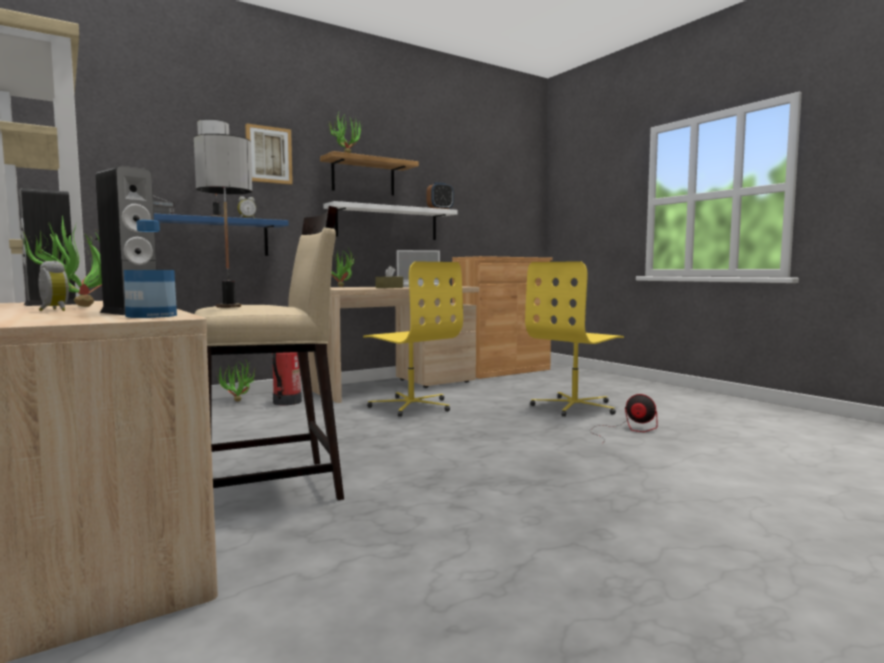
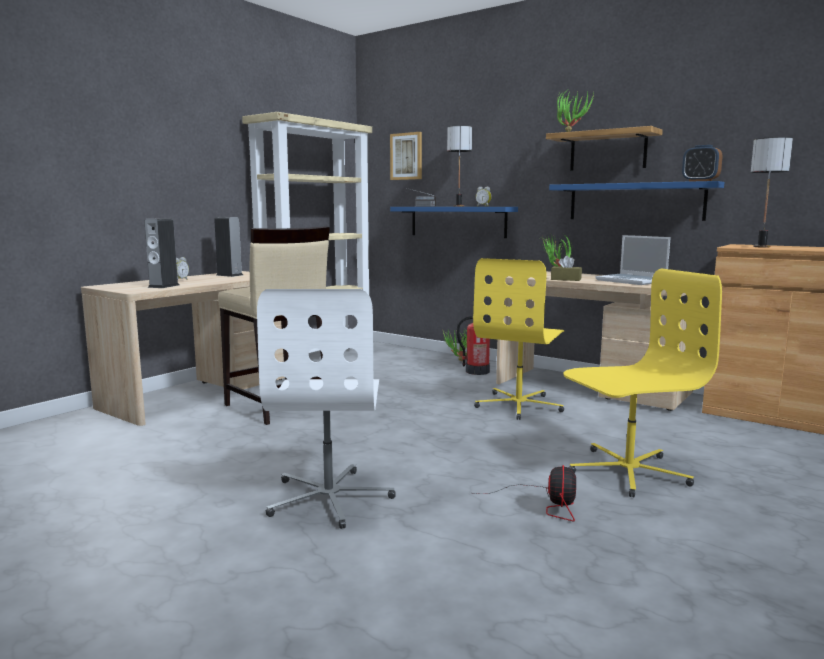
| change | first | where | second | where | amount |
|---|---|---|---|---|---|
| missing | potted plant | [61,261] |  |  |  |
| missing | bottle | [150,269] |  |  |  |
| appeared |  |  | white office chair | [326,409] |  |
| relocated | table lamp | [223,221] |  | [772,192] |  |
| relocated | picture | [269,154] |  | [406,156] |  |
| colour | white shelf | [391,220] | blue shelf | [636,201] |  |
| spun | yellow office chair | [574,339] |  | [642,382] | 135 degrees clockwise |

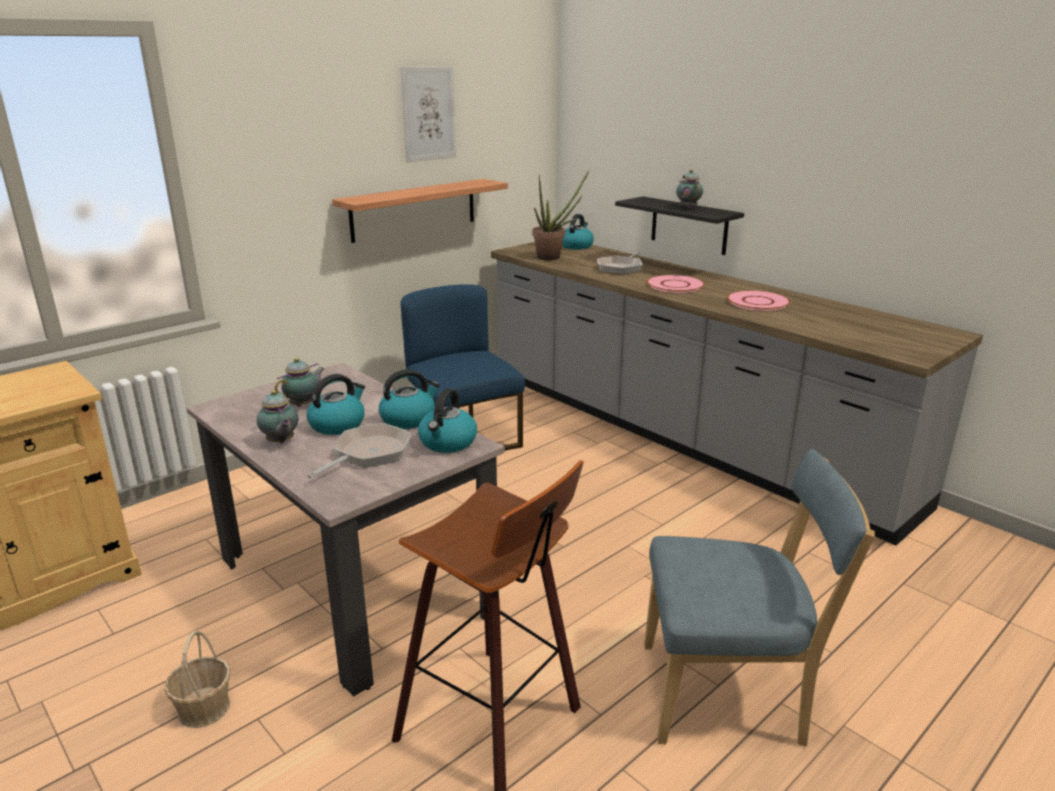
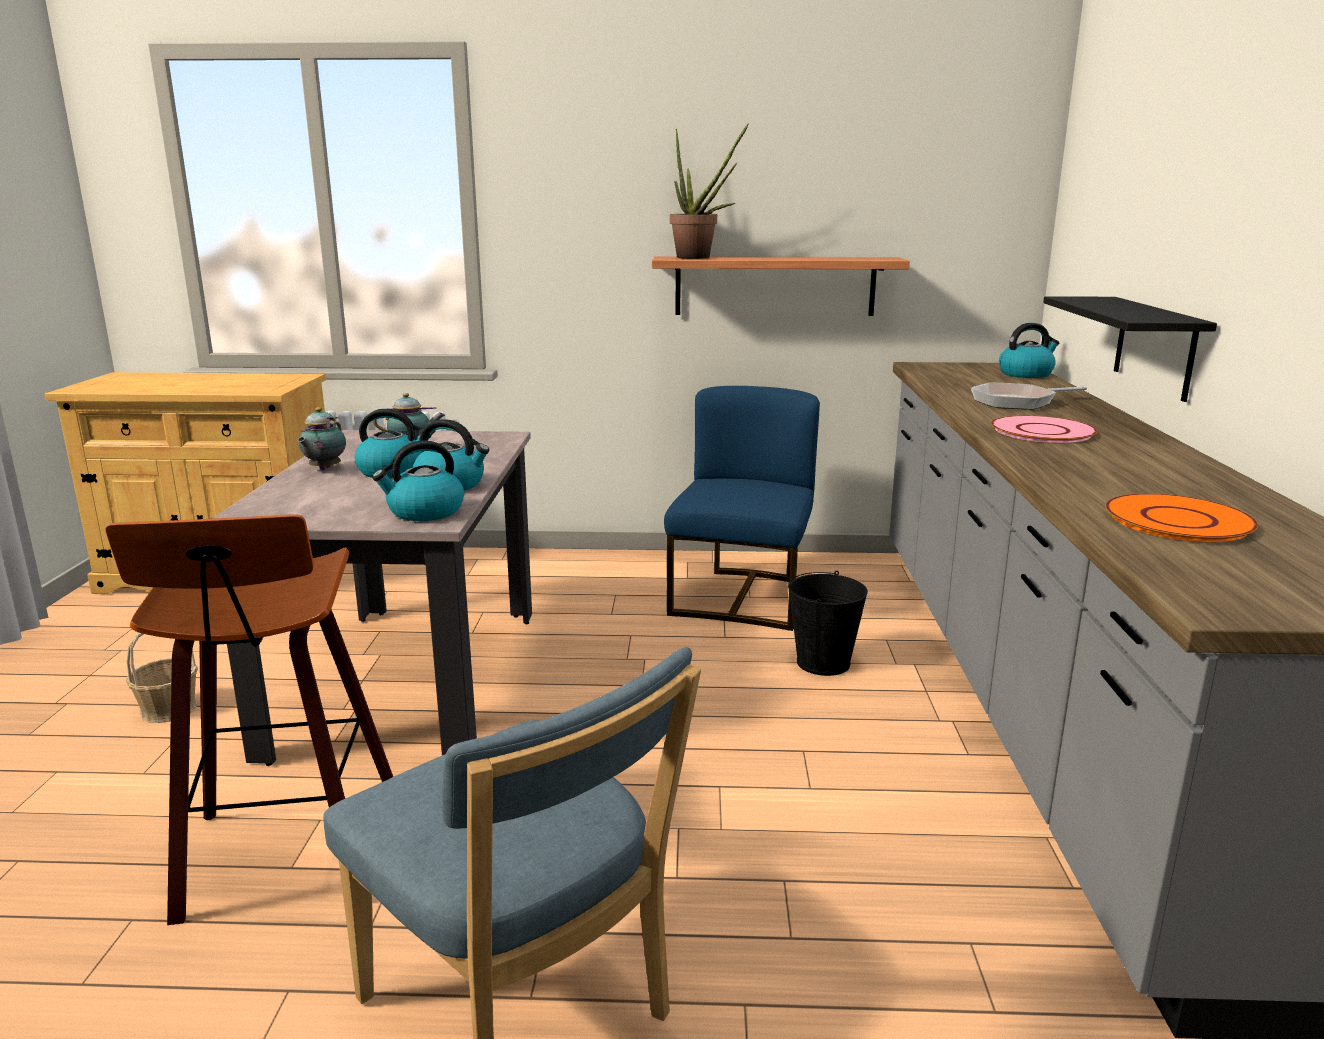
| change | first | where | second | where | amount |
|---|---|---|---|---|---|
| missing | frying pan | [359,450] |  |  |  |
| missing | picture | [428,114] |  |  |  |
| missing | teapot | [689,189] |  |  |  |
| missing | pink plate | [758,300] |  |  |  |
| appeared |  |  | black bucket | [828,623] |  |
| appeared |  |  | orange plate | [1182,517] |  |
| relocated | potted plant | [561,214] |  | [709,191] |  |

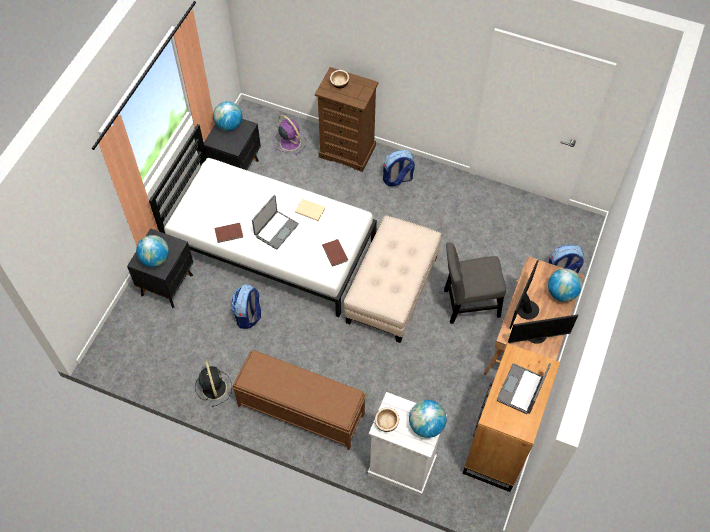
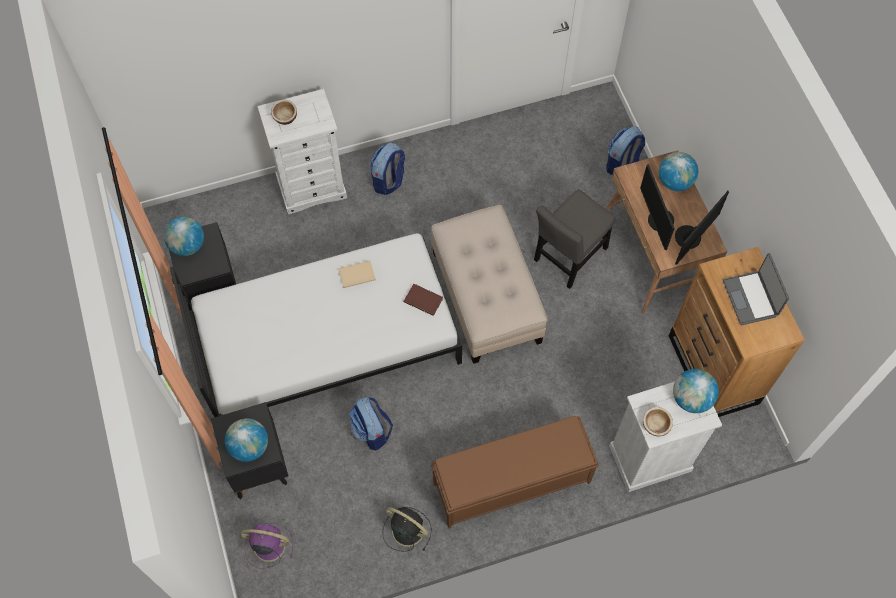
| change | first | where | second | where | amount |
|---|---|---|---|---|---|
| missing | brown book | [228,233] |  |  |  |
| missing | laptop | [275,222] |  |  |  |
| relocated | purple fan | [289,135] |  | [267,546] |  |
| colour | brown dresser | [347,119] | white dresser | [302,151] |  |

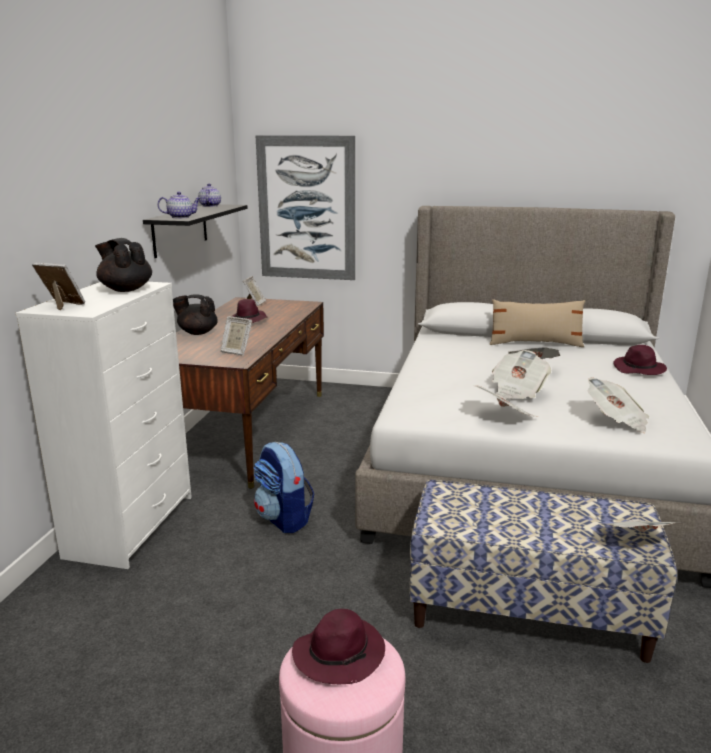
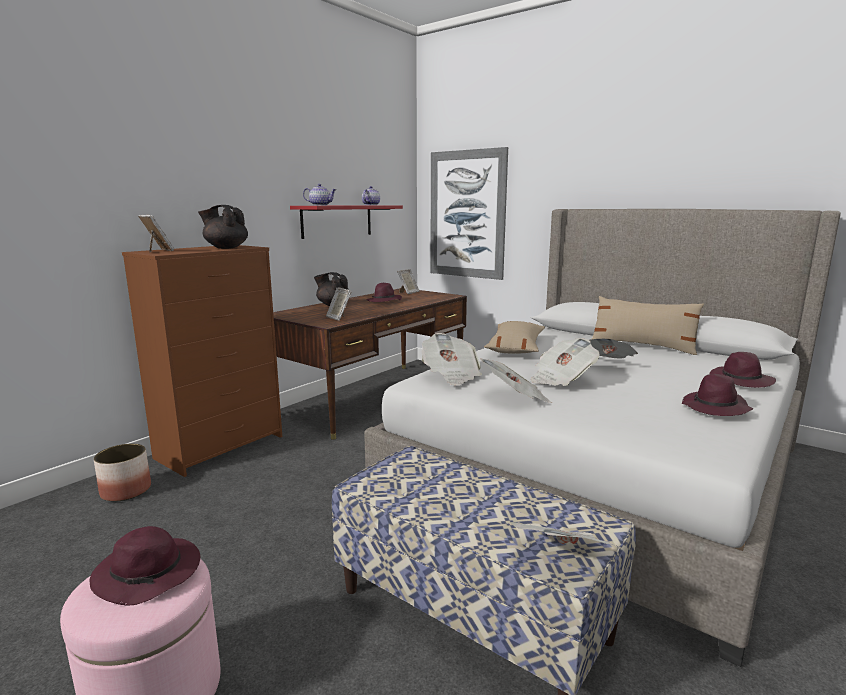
| change | first | where | second | where | amount |
|---|---|---|---|---|---|
| missing | backpack | [284,487] |  |  |  |
| appeared |  |  | planter | [122,473] |  |
| appeared |  |  | beige pillow | [514,337] |  |
| appeared |  |  | purple hat | [717,395] |  |
| relocated | newspaper | [618,405] |  | [451,359] |  |
| colour | white dresser | [104,425] | brown dresser | [202,361] |  |
| colour | black shelf | [195,231] | red shelf | [346,222] |  |
| spun | black teapot | [123,265] |  | [223,227] | 45 degrees counterclockwise |

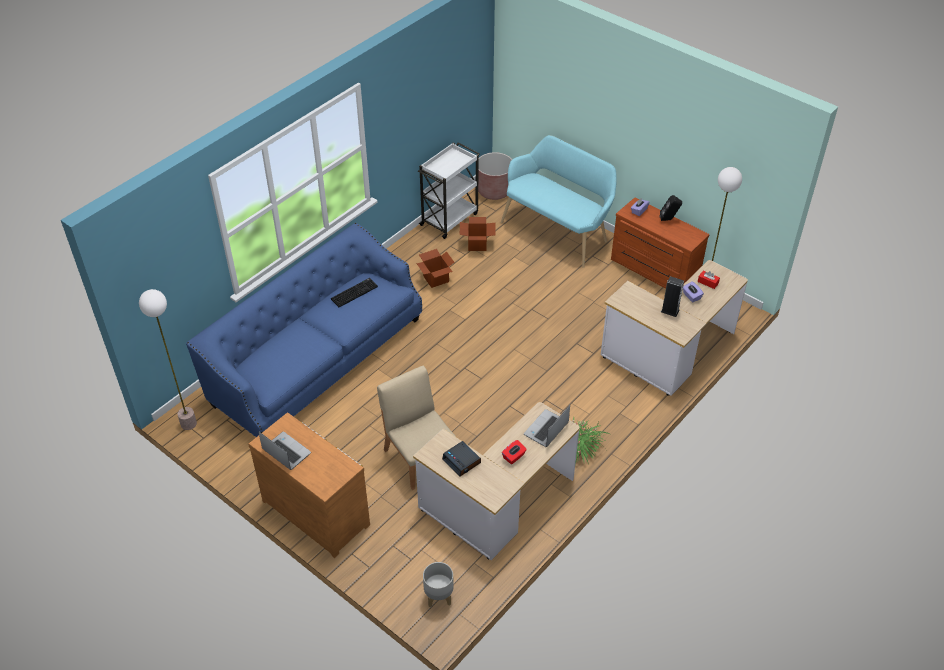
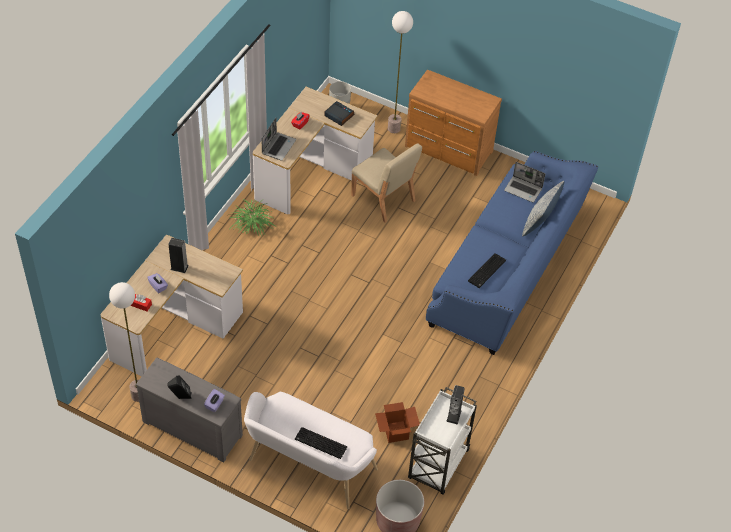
| change | first | where | second | where | amount |
|---|---|---|---|---|---|
| missing | cardboard box | [435,268] |  |  |  |
| appeared |  |  | keyboard | [321,443] |  |
| appeared |  |  | speaker | [455,405] |  |
| appeared |  |  | pillow | [543,208] |  |
| relocated | floor lamp | [168,359] |  | [400,72] |  |
| relocated | laptop | [285,451] |  | [524,182] |  |
| colour | turquoise bench | [559,201] | white bench | [311,450] |  |
| colour | brown dresser | [660,243] | grey dresser | [189,410] |  |

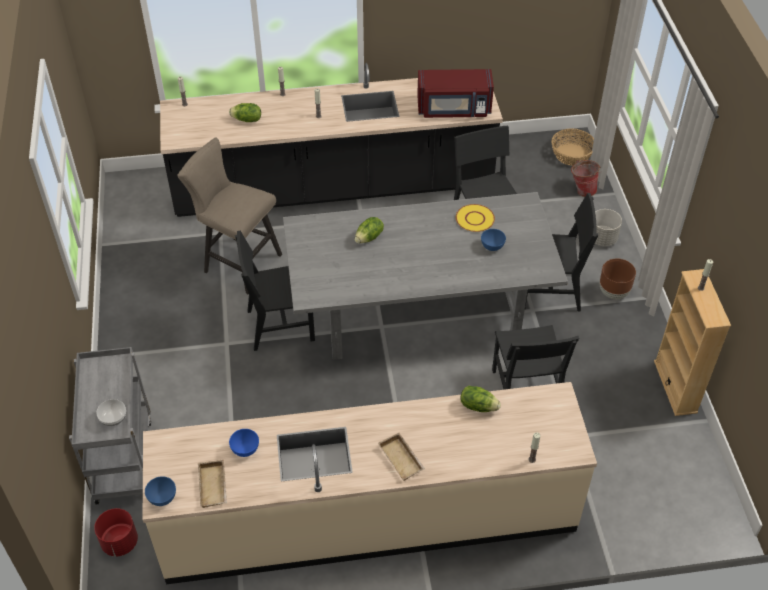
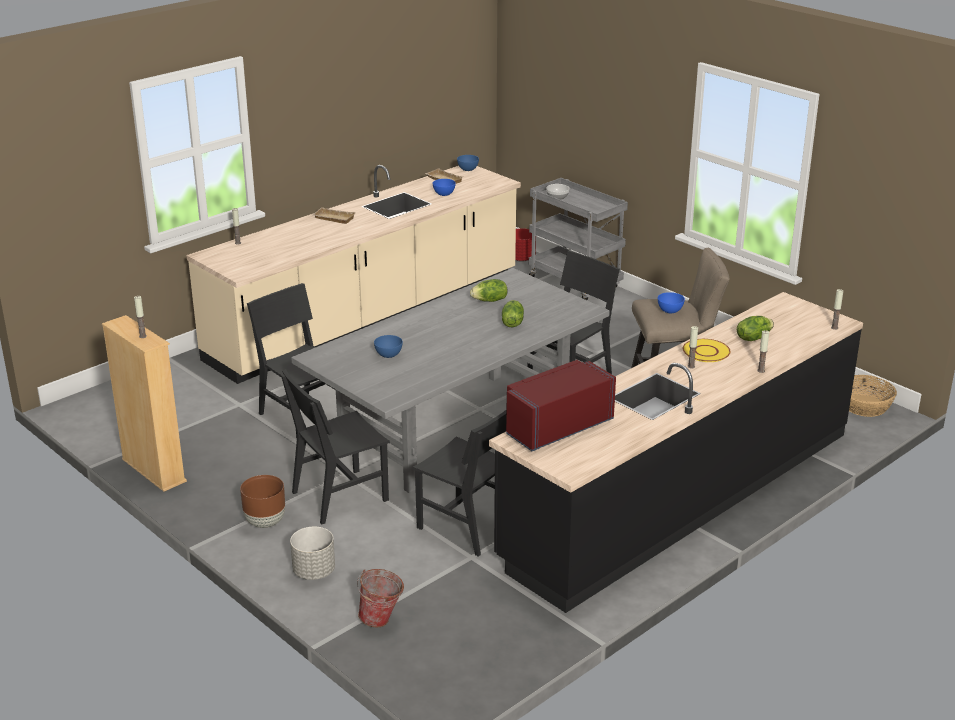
| change | first | where | second | where | amount |
|---|---|---|---|---|---|
| appeared |  |  | blue bowl | [671,302] |  |
| relocated | yellow plate | [475,218] |  | [707,350] |  |
| relocated | lettuce | [480,399] |  | [489,290] |  |
| relocated | basket | [573,147] |  | [873,396] |  |

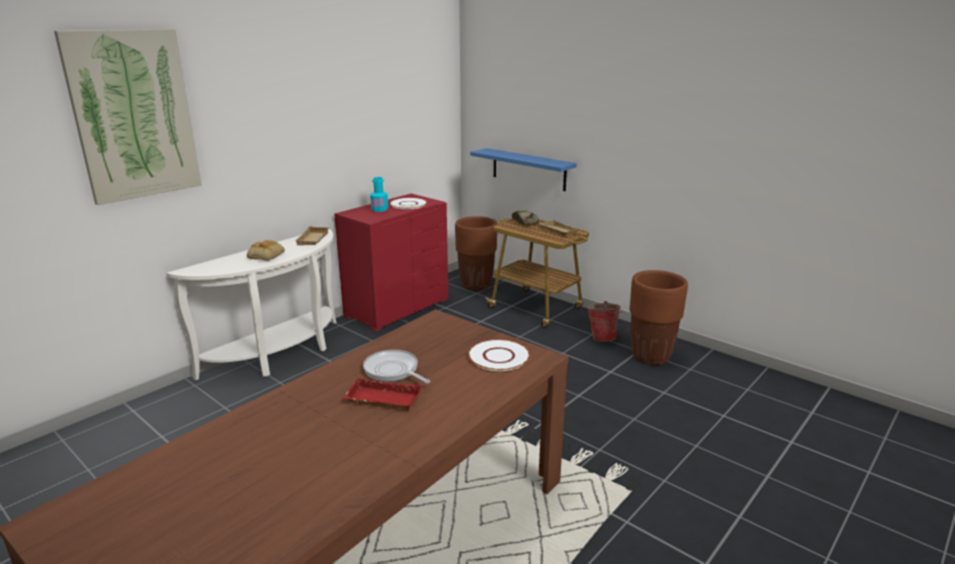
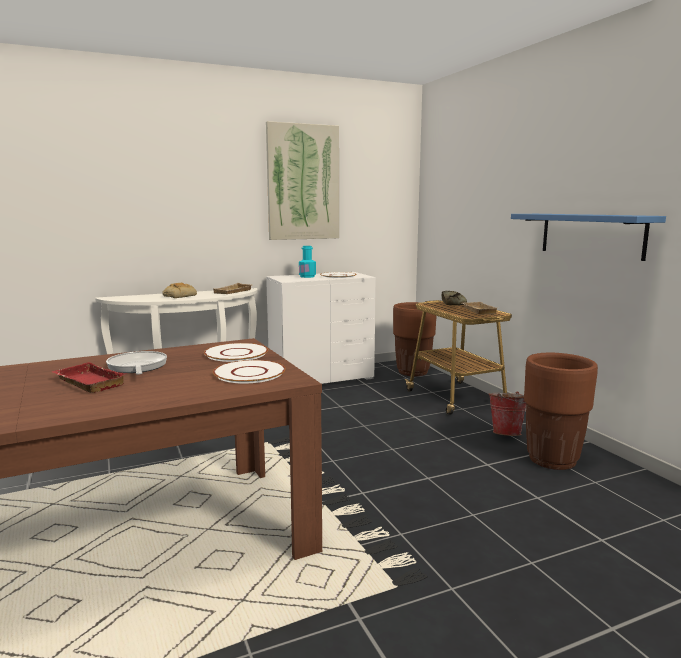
| change | first | where | second | where | amount |
|---|---|---|---|---|---|
| appeared |  |  | white plate | [236,352] |  |
| relocated | picture | [128,117] |  | [302,180] |  |
| relocated | blue shelf | [523,169] |  | [588,237] |  |
| colour | red dresser | [391,262] | white dresser | [321,328] |  |

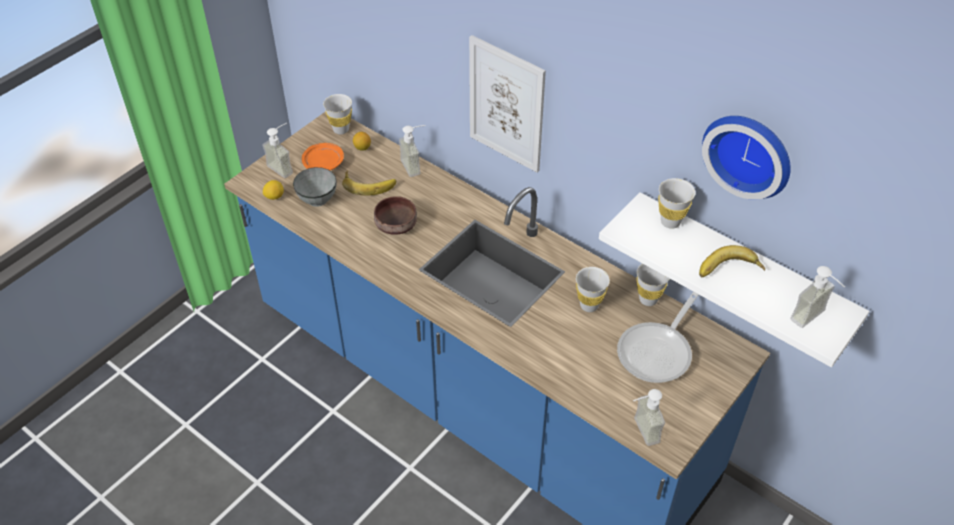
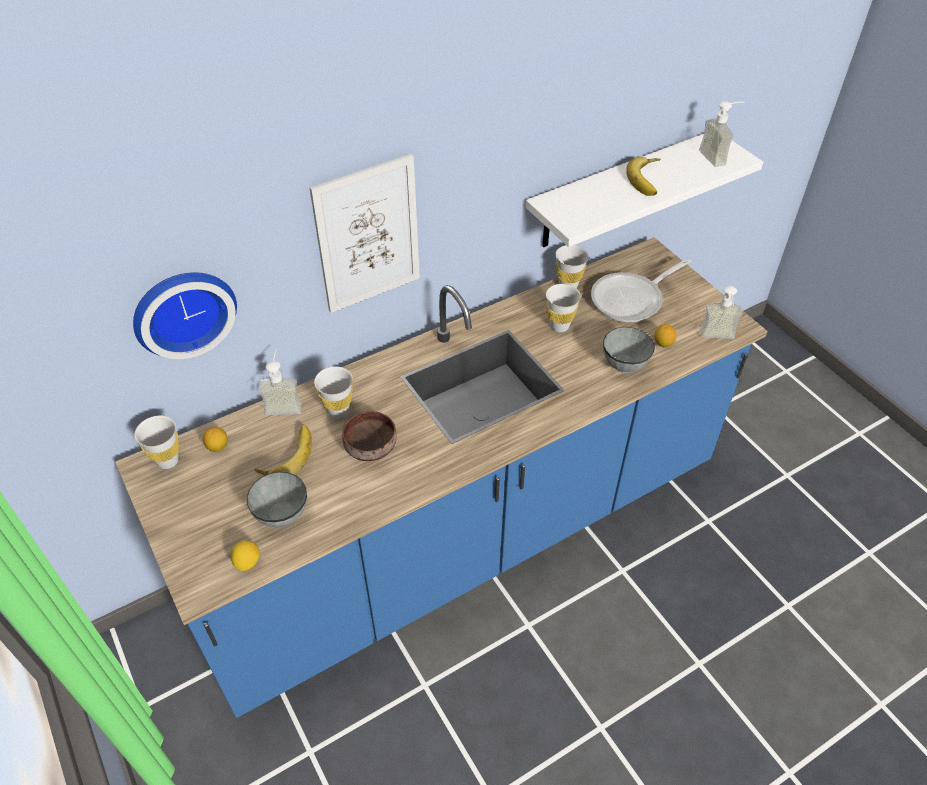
| change | first | where | second | where | amount |
|---|---|---|---|---|---|
| missing | soap dispenser | [277,150] |  |  |  |
| missing | orange plate | [323,156] |  |  |  |
| appeared |  |  | grey bowl | [629,350] |  |
| appeared |  |  | lemon | [665,335] |  |
| relocated | white cup | [676,203] |  | [333,392] |  |
| relocated | wall clock | [746,158] |  | [185,315] |  |
| spun | frying pan | [658,337] |  | [641,290] | 90 degrees clockwise |

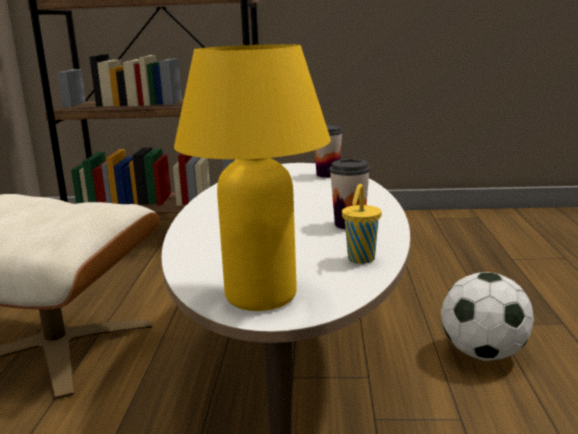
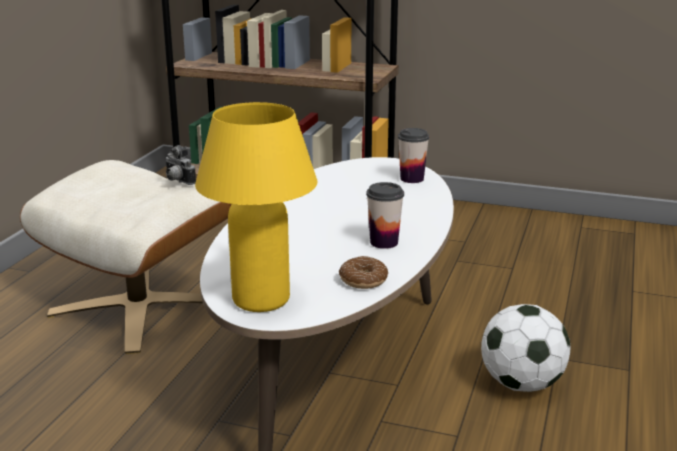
| change | first | where | second | where | amount |
|---|---|---|---|---|---|
| appeared |  |  | photo camera | [180,165] |  |
| exchanged | yellow cup | [362,224] | donut | [363,272] |  |

